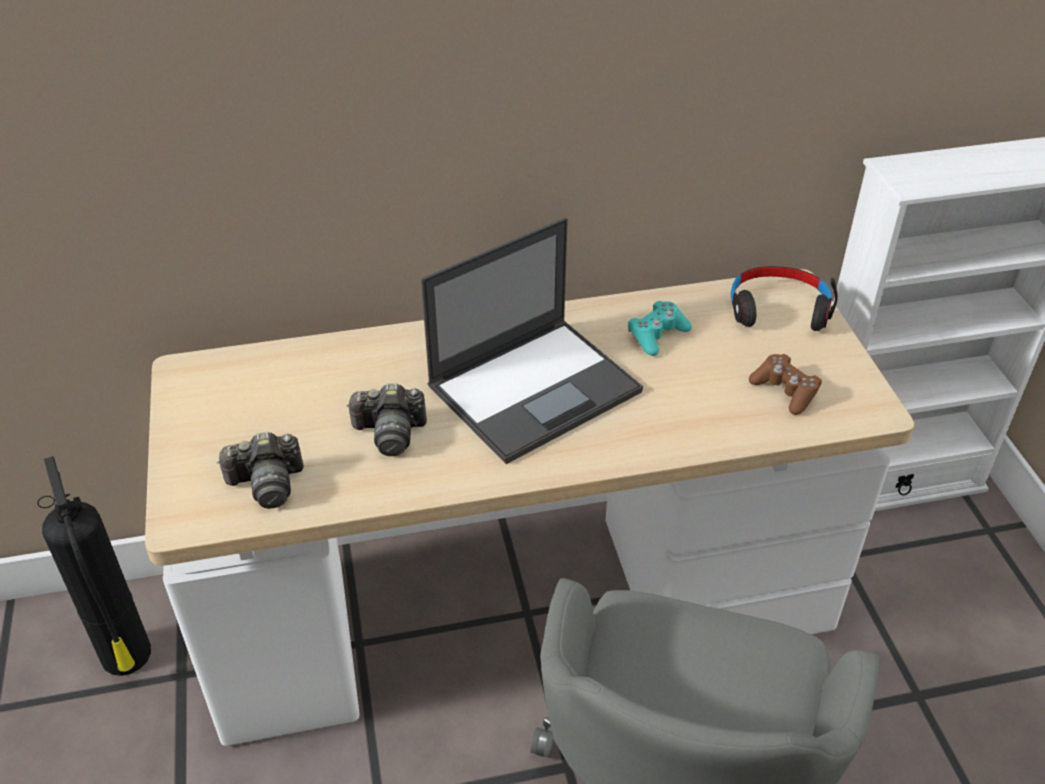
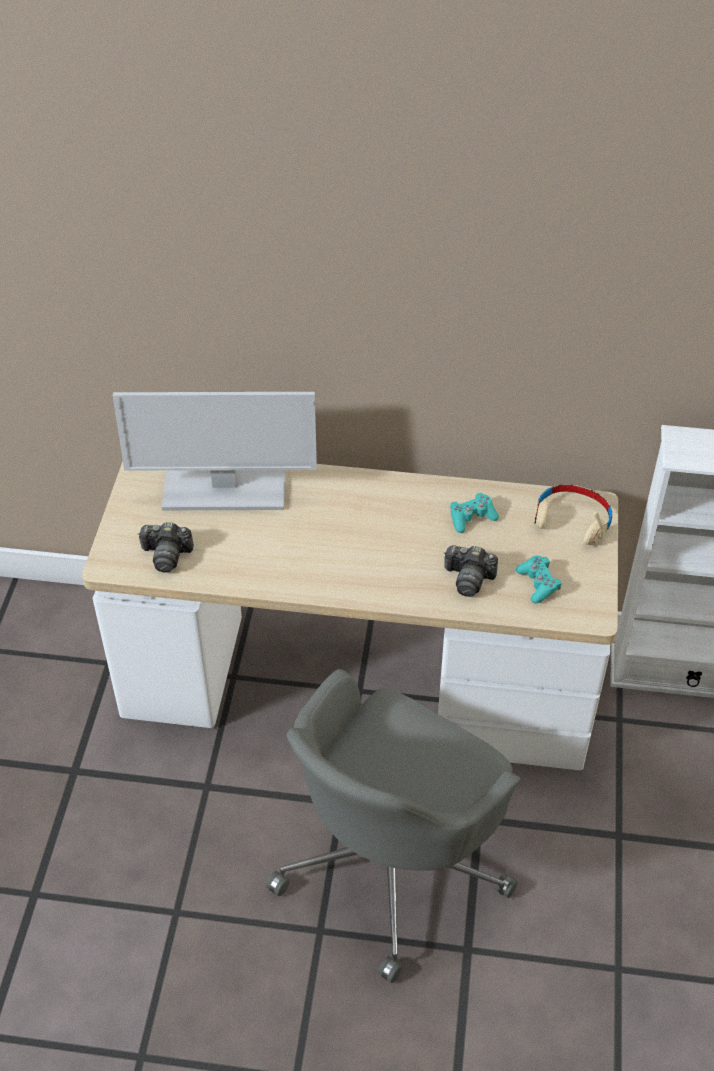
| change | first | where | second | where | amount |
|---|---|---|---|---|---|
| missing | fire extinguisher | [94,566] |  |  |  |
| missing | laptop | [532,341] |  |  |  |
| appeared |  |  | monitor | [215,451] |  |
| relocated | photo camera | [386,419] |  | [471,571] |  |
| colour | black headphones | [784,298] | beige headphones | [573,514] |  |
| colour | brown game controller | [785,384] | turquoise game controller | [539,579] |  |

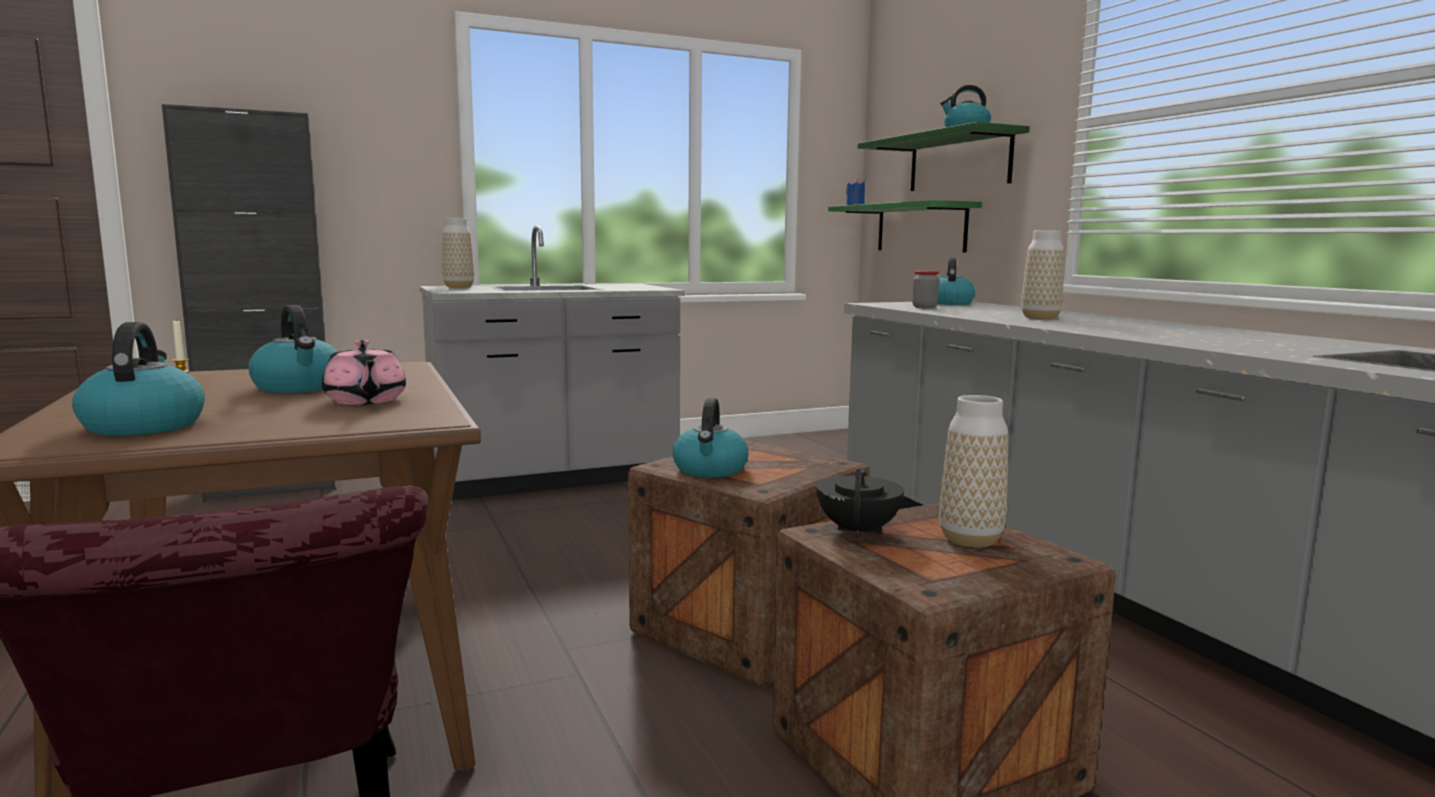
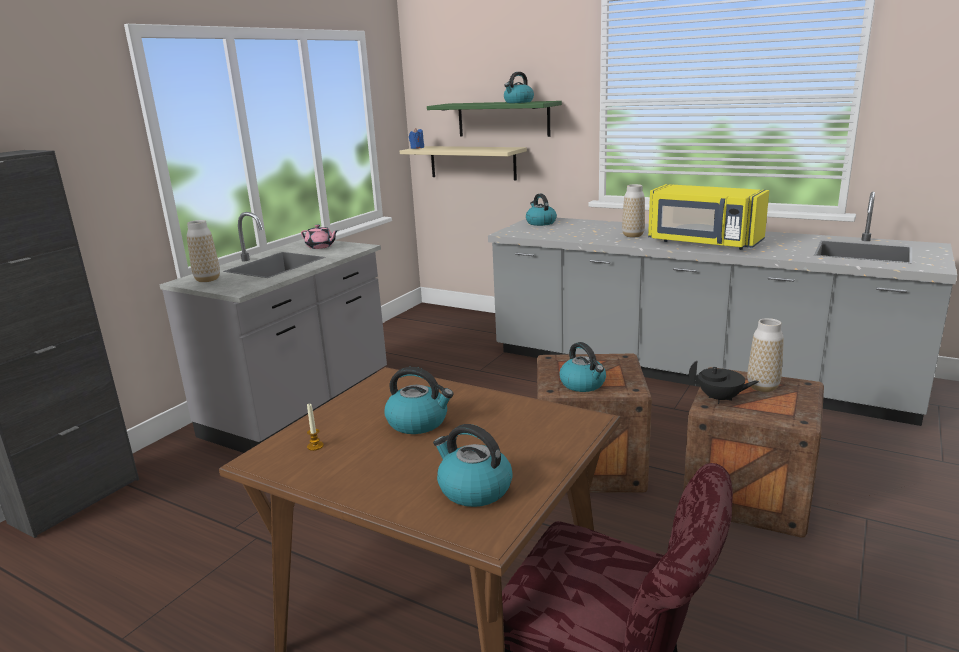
| change | first | where | second | where | amount |
|---|---|---|---|---|---|
| missing | jar | [925,289] |  |  |  |
| appeared |  |  | yellow microwave | [708,217] |  |
| relocated | pink teapot | [364,372] |  | [319,236] |  |
| colour | green shelf | [905,226] | beige shelf | [463,163] |  |
| spun | black teapot | [860,503] |  | [724,382] | 135 degrees clockwise |

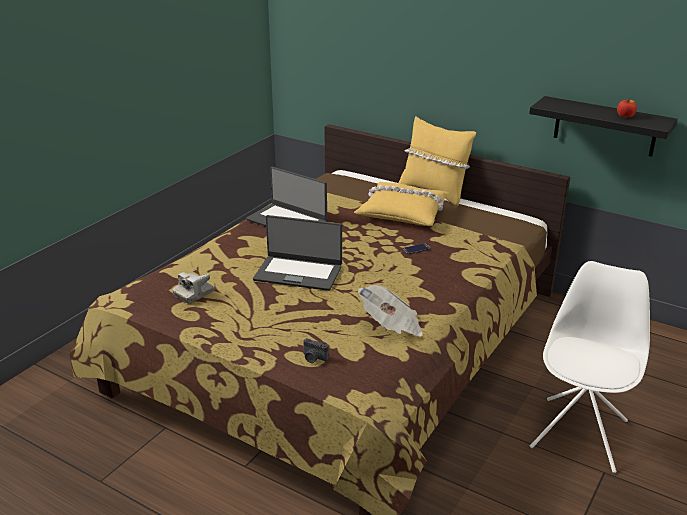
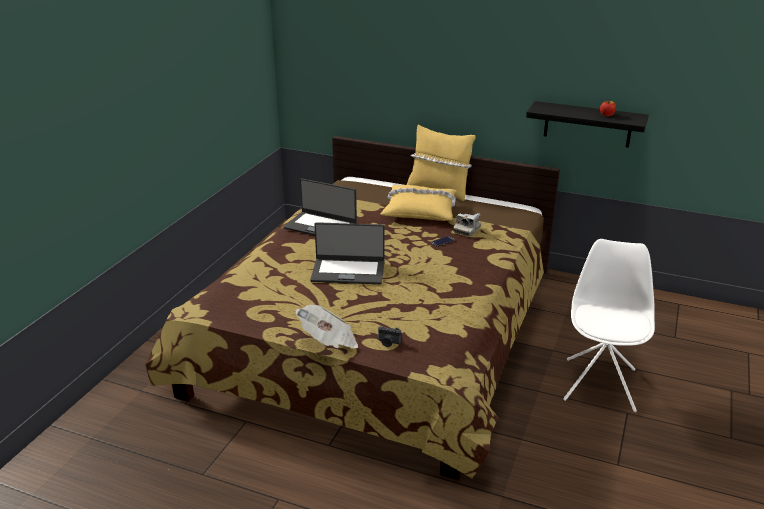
| change | first | where | second | where | amount |
|---|---|---|---|---|---|
| relocated | photo camera | [193,288] |  | [467,224] |  |
| relocated | newspaper | [390,310] |  | [327,326] |  |

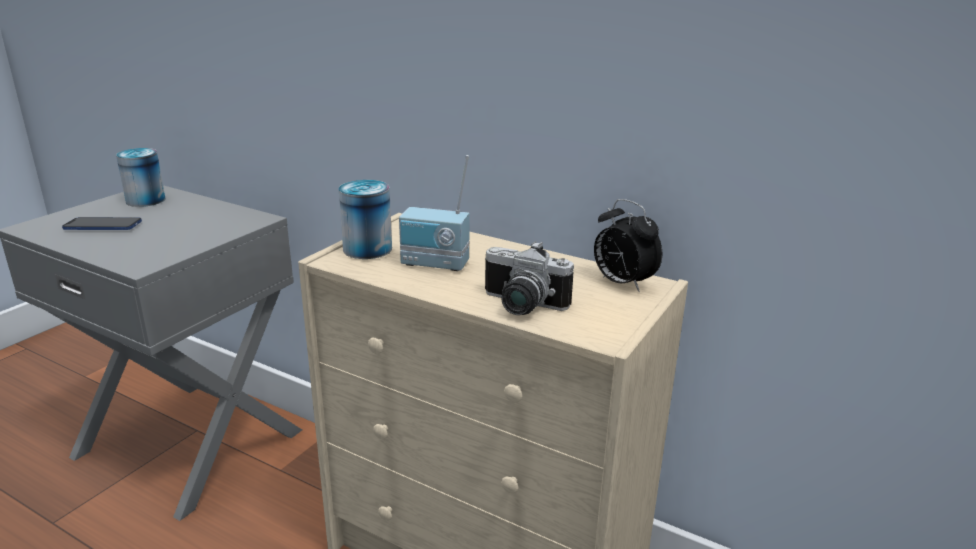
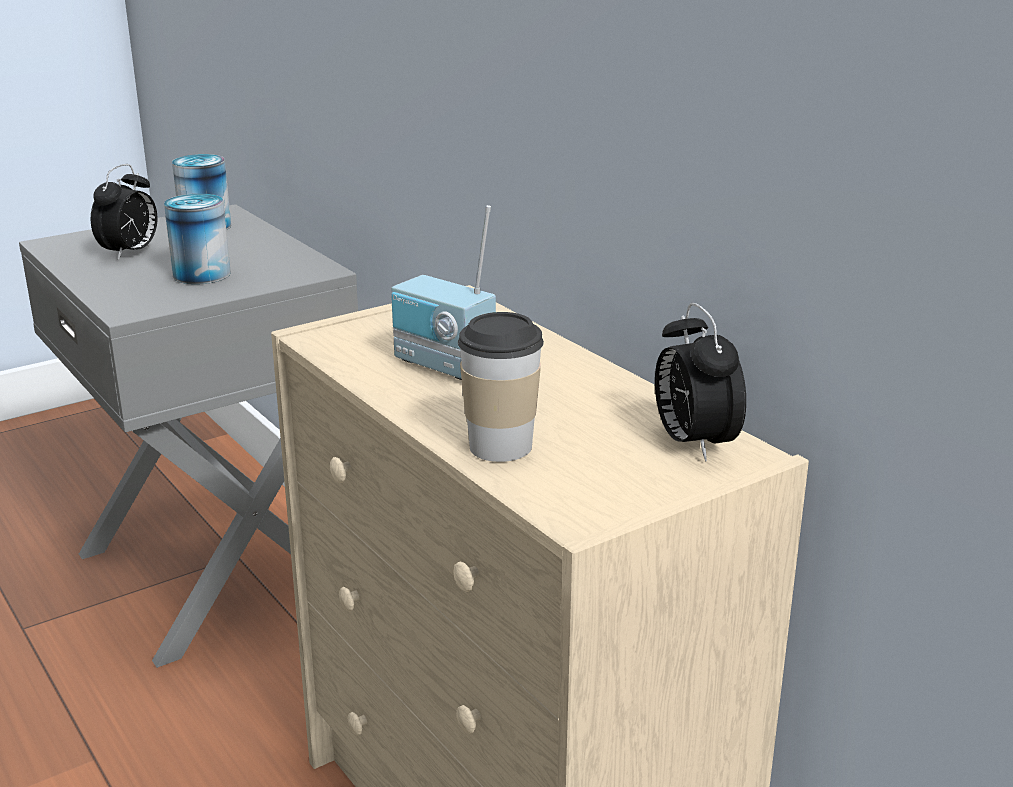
| change | first | where | second | where | amount |
|---|---|---|---|---|---|
| relocated | can | [365,219] |  | [197,239] |  |
| exchanged | phone | [102,223] | alarm clock | [124,212] |  |
| exchanged | photo camera | [529,278] | cup | [501,387] |  |

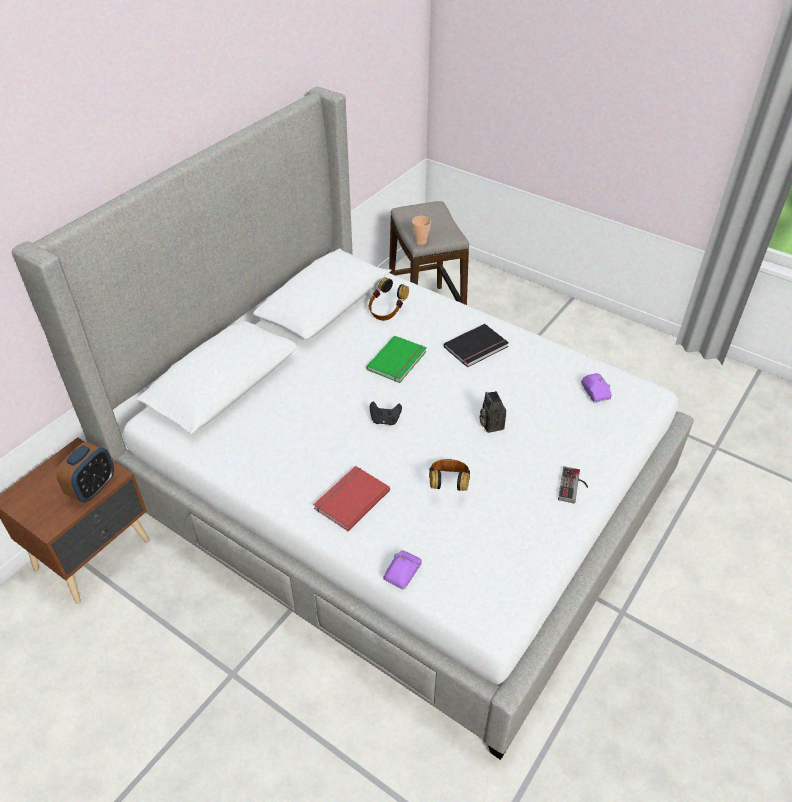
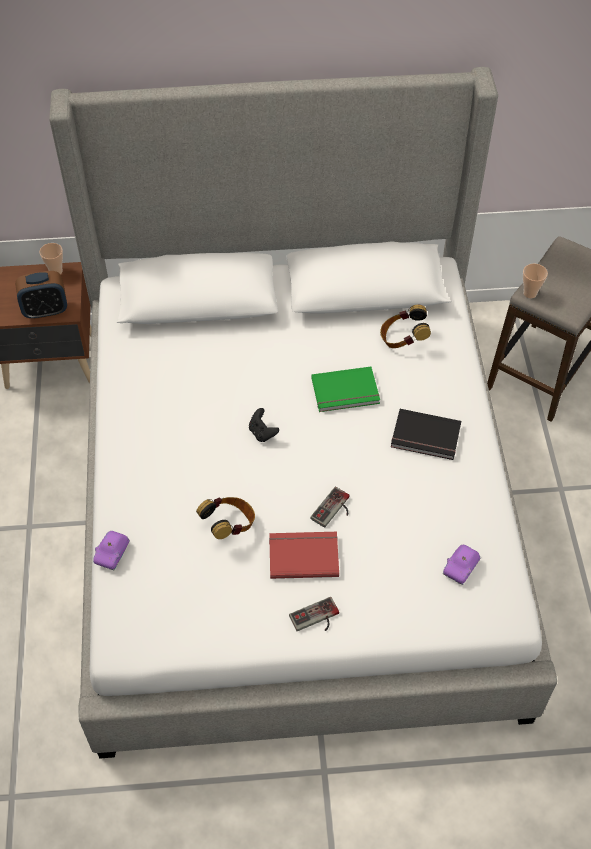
| change | first | where | second | where | amount |
|---|---|---|---|---|---|
| appeared |  |  | cup | [51,258] |  |
| relocated | red book | [351,498] |  | [304,555] |  |
| exchanged | photo camera | [493,412] | game controller | [330,507] |  |
| spun | purple toy car | [402,569] |  | [111,550] | 120 degrees clockwise |

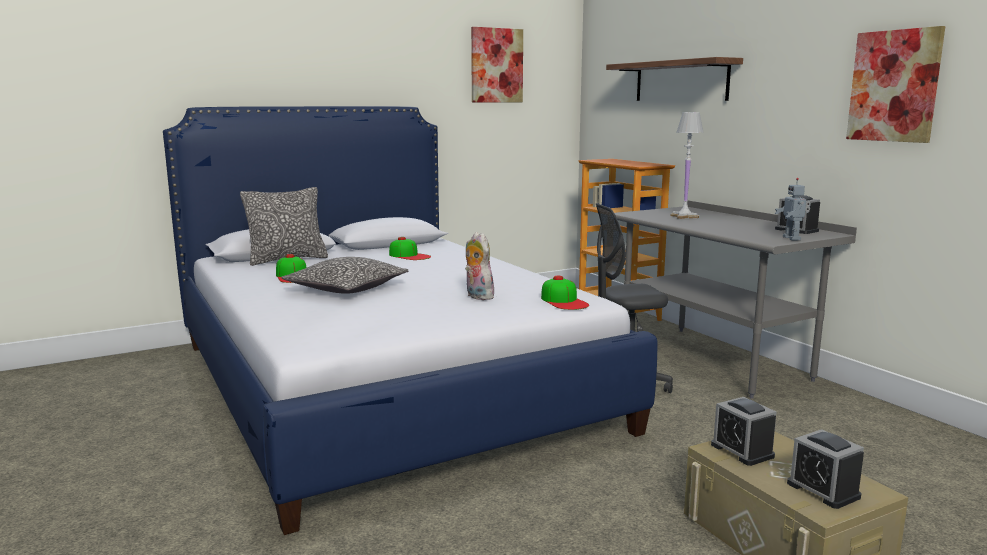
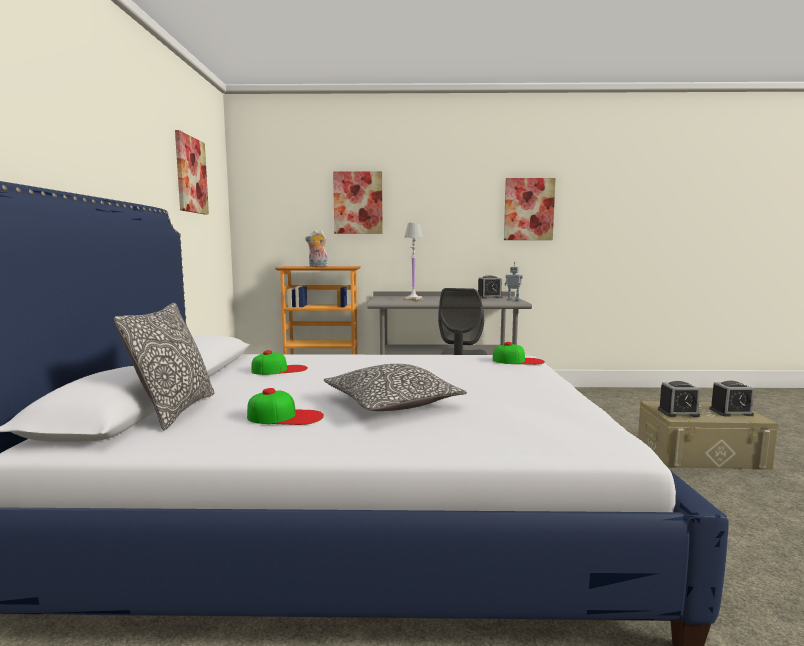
| change | first | where | second | where | amount |
|---|---|---|---|---|---|
| relocated | plush toy | [479,266] |  | [316,248] |  |
| exchanged | shelf | [674,79] | picture | [358,202] |  |

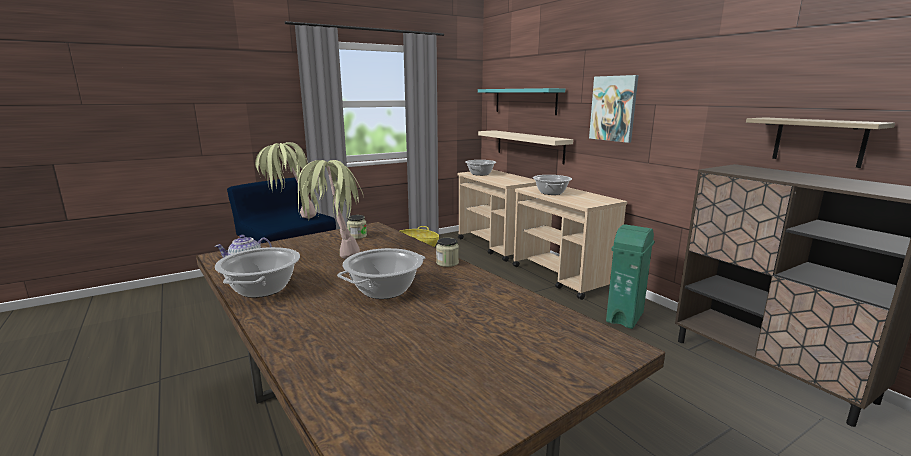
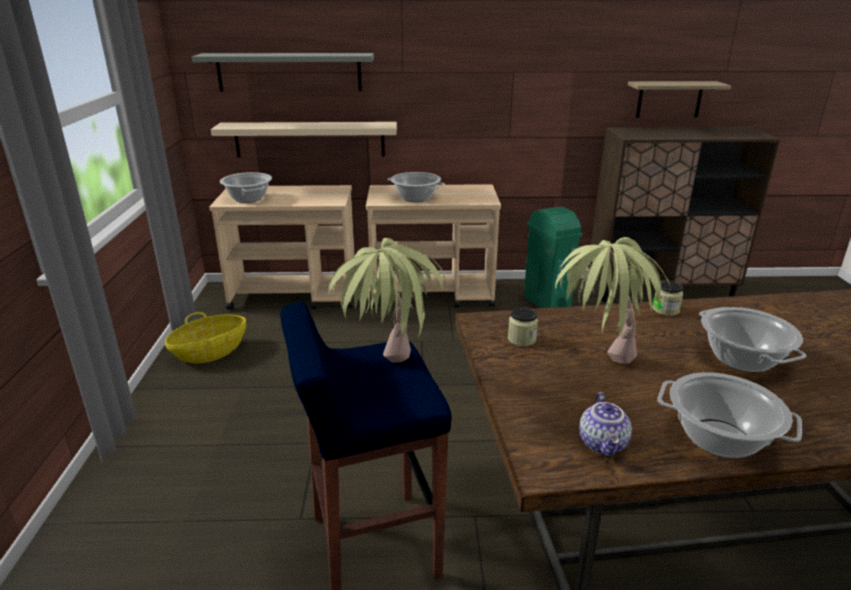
| change | first | where | second | where | amount |
|---|---|---|---|---|---|
| missing | picture | [614,109] |  |  |  |
| colour | turquoise shelf | [521,101] | grey shelf | [283,72] |  |

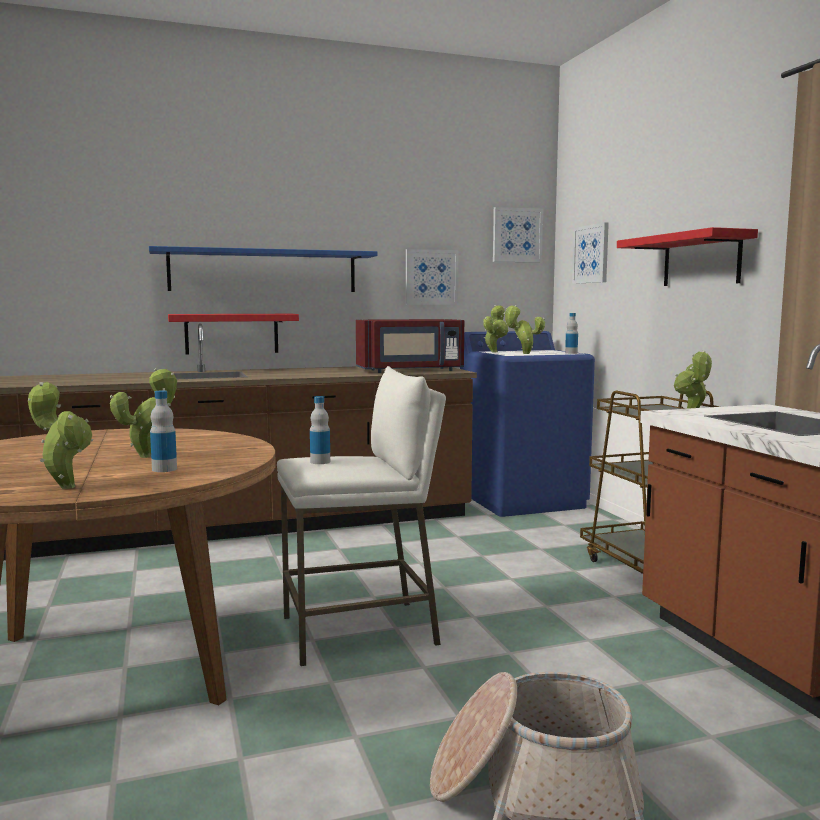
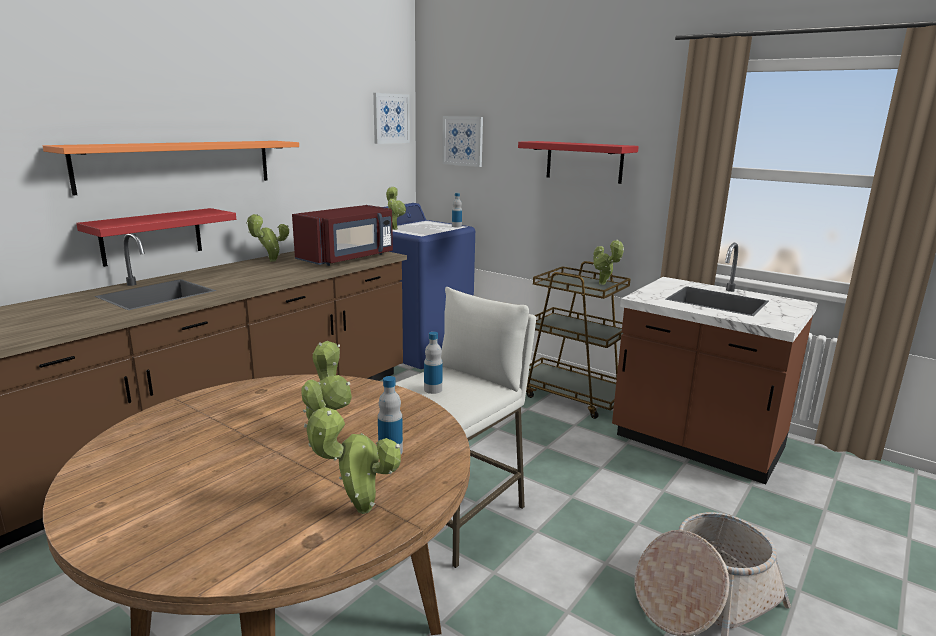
| change | first | where | second | where | amount |
|---|---|---|---|---|---|
| missing | picture | [432,277] |  |  |  |
| relocated | potted plant | [524,329] |  | [267,238] |  |
| colour | blue shelf | [263,269] | orange shelf | [171,168] |  |

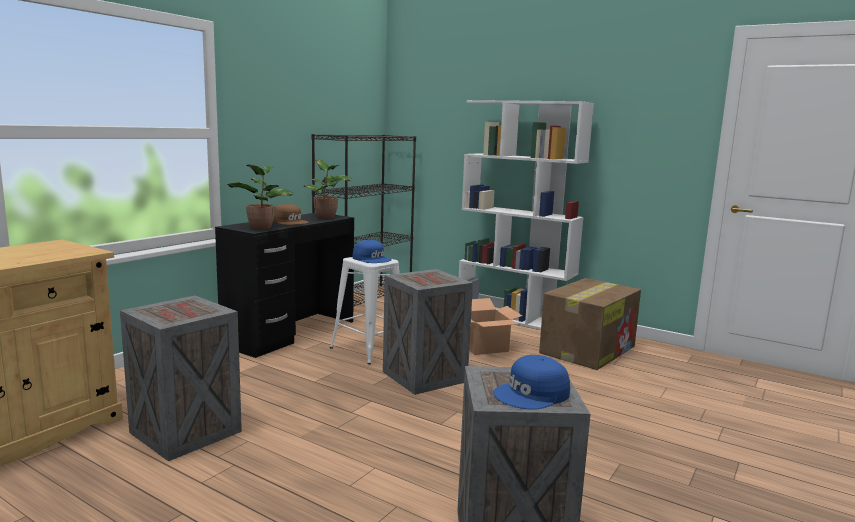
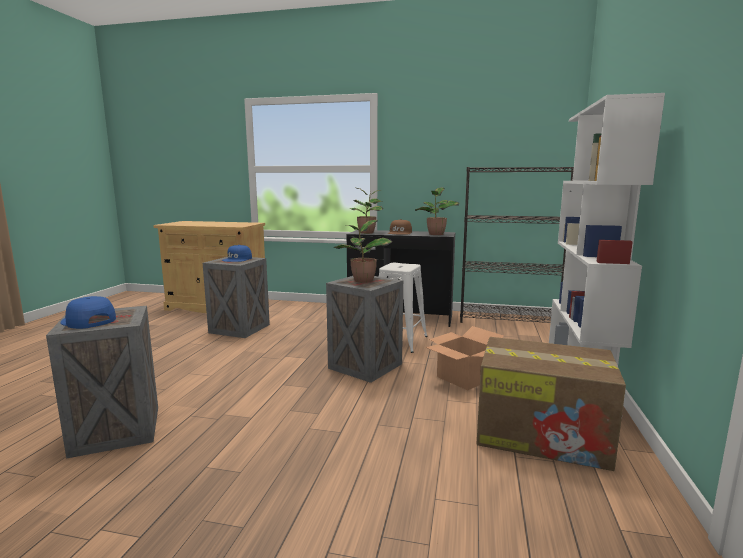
| change | first | where | second | where | amount |
|---|---|---|---|---|---|
| appeared |  |  | potted plant | [363,251] |  |
| relocated | blue cap | [372,251] |  | [237,253] |  |

